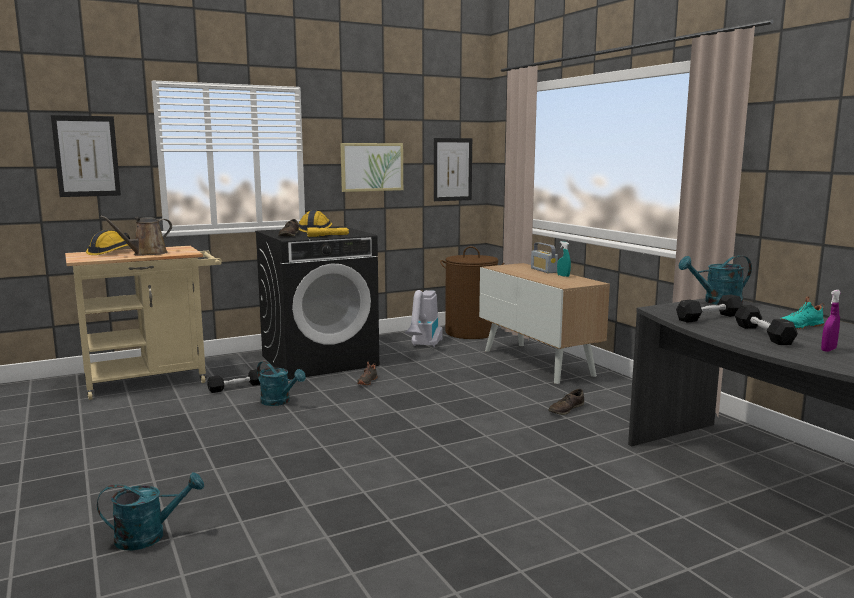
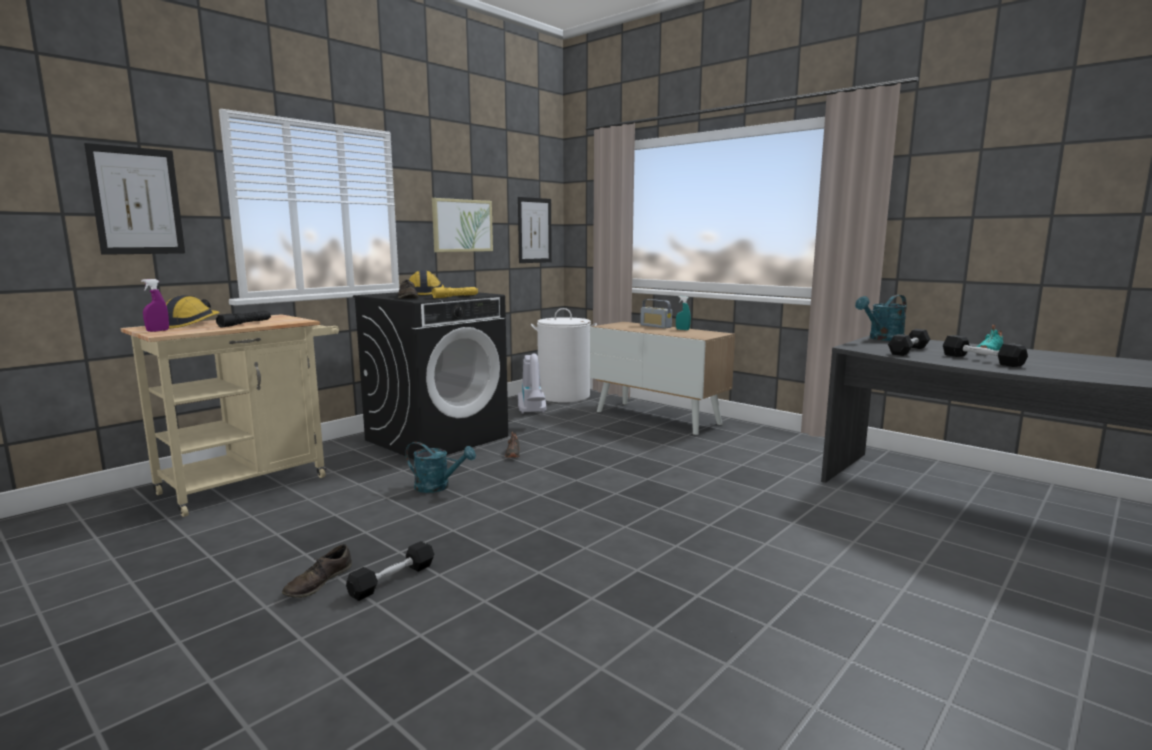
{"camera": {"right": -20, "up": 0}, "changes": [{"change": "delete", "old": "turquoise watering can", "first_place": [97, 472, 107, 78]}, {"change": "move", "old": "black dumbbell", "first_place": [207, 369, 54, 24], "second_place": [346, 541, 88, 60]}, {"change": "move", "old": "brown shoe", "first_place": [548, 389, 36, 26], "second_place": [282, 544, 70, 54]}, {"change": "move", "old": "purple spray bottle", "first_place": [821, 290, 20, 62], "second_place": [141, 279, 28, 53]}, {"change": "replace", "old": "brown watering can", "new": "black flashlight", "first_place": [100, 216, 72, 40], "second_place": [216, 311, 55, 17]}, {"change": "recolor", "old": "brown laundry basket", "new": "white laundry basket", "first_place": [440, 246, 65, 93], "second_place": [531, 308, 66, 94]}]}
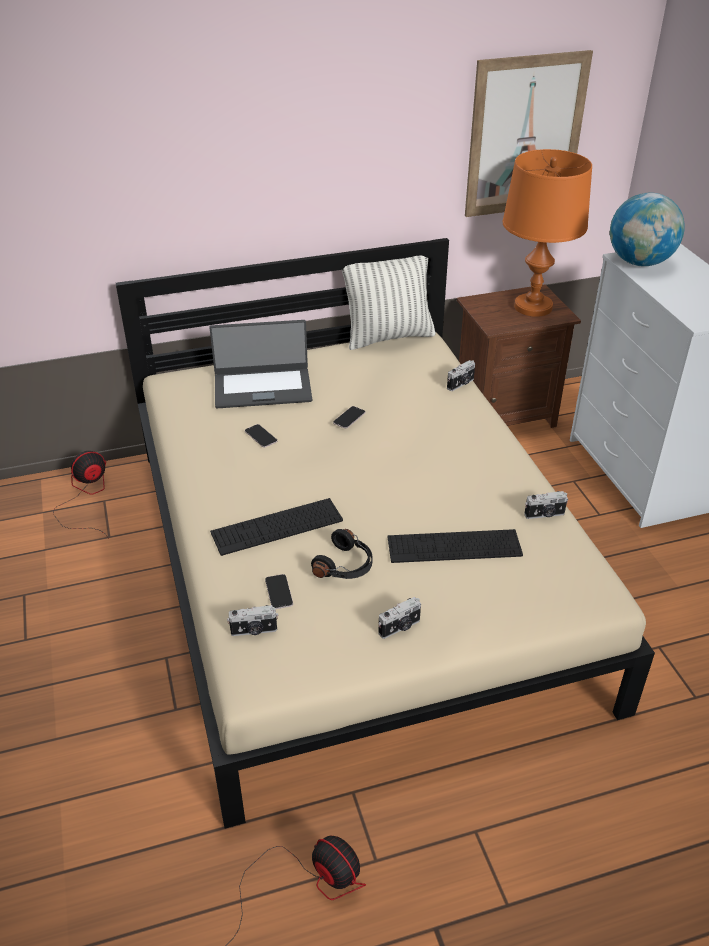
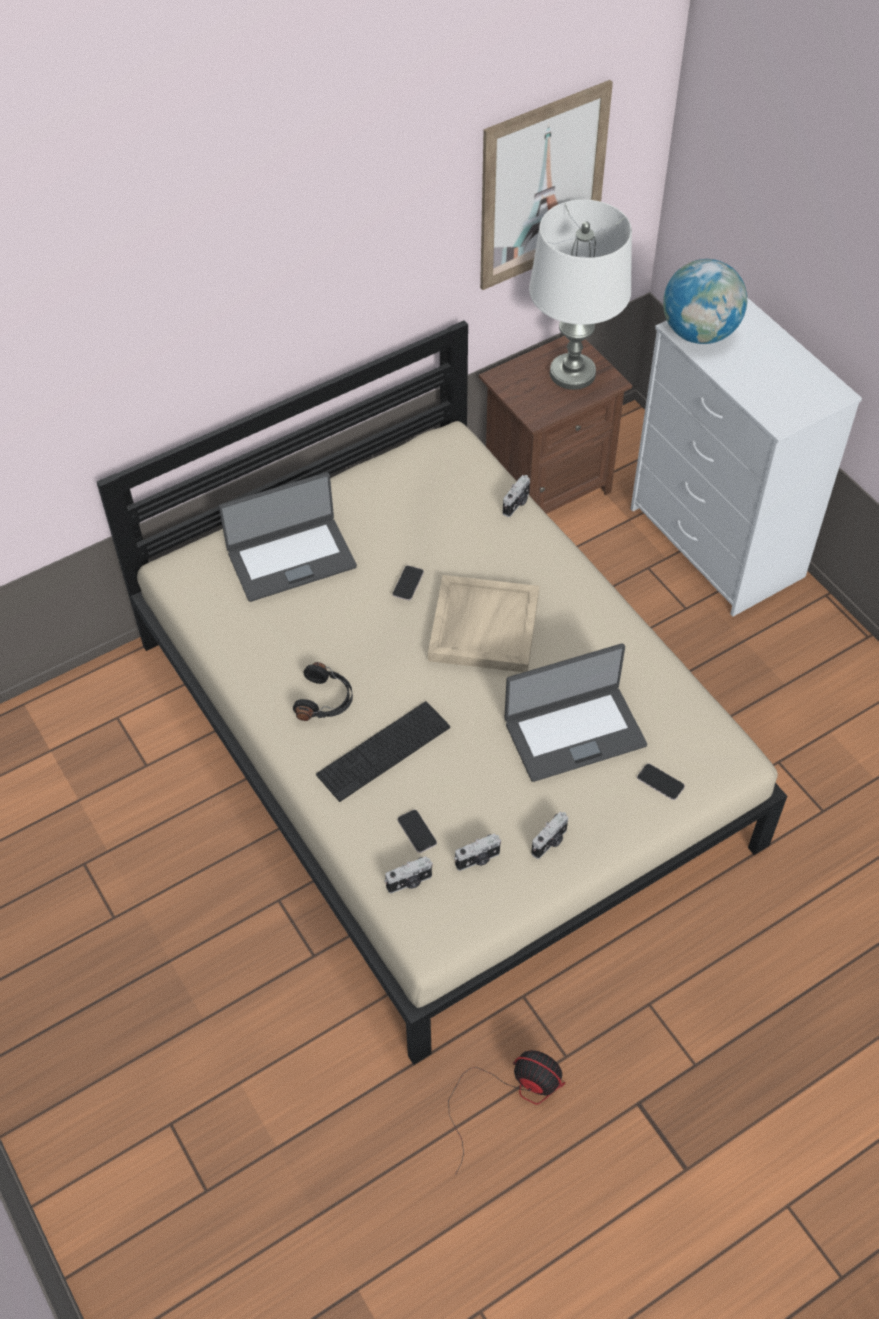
{"camera": {"right": -15, "up": 15}, "changes": [{"change": "delete", "old": "fan", "first_place": [53, 451, 55, 86]}, {"change": "delete", "old": "pillow", "first_place": [342, 256, 94, 94]}, {"change": "insert", "new": "beige tray", "second_place": [428, 575, 111, 97]}, {"change": "move", "old": "phone", "first_place": [245, 424, 32, 23], "second_place": [637, 763, 48, 37]}, {"change": "move", "old": "black headphones", "first_place": [311, 529, 61, 50], "second_place": [293, 662, 60, 59]}, {"change": "move", "old": "photo camera", "first_place": [524, 491, 44, 28], "second_place": [454, 833, 47, 38]}, {"change": "replace", "old": "keyboard", "new": "laptop", "first_place": [388, 529, 135, 34], "second_place": [504, 643, 143, 139]}, {"change": "recolor", "old": "orange table lamp", "new": "white table lamp", "first_place": [503, 149, 89, 168], "second_place": [529, 199, 103, 191]}]}
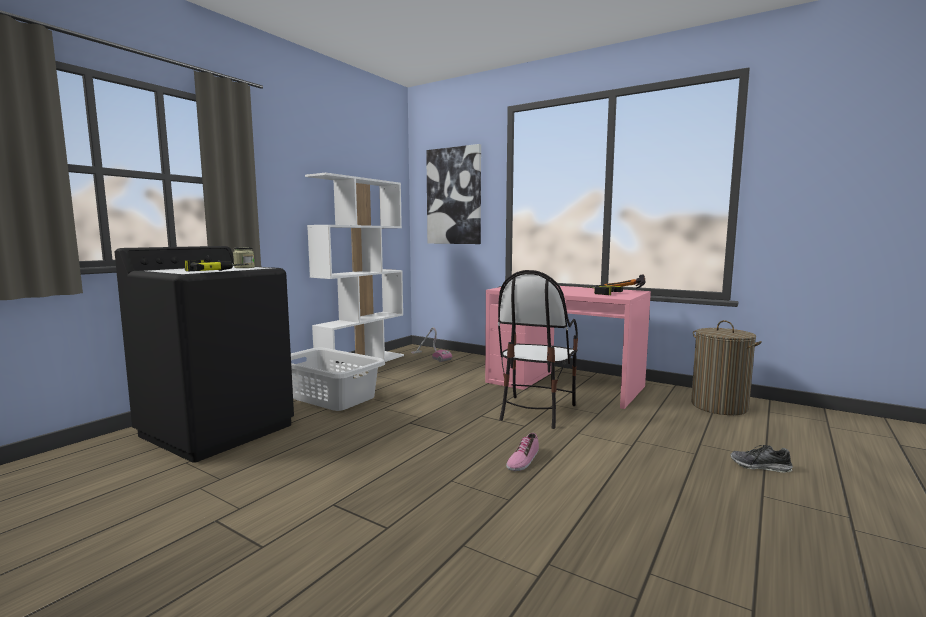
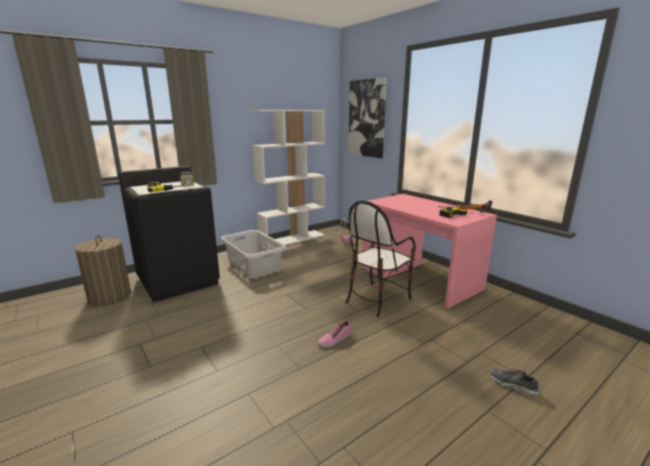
{"camera": {"right": 20, "up": 10}, "changes": [{"change": "move", "old": "laundry basket", "first_place": [691, 320, 71, 95], "second_place": [75, 235, 56, 71]}]}
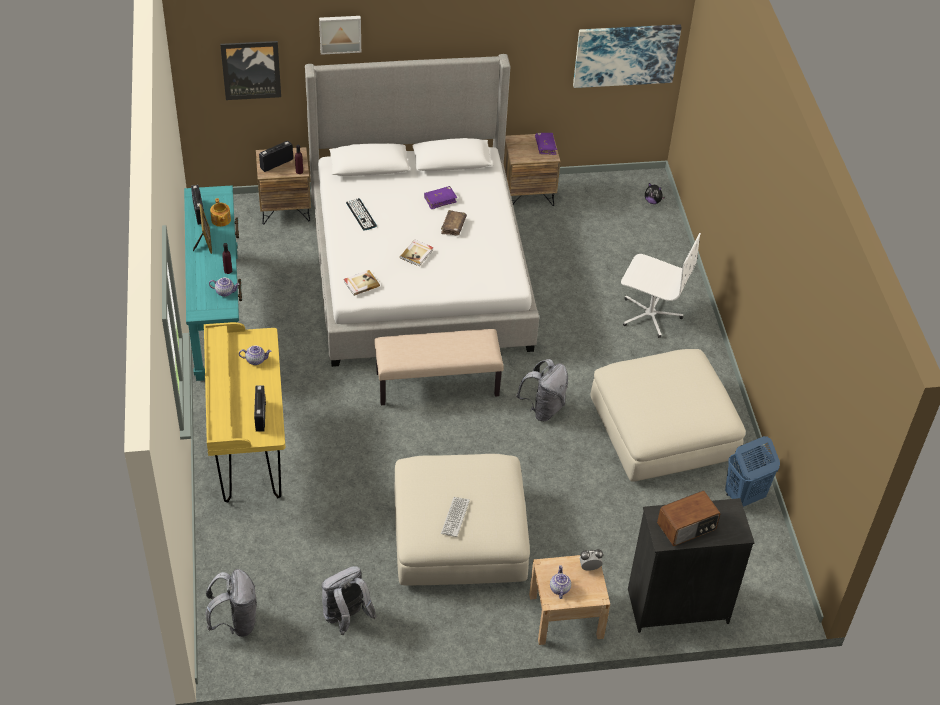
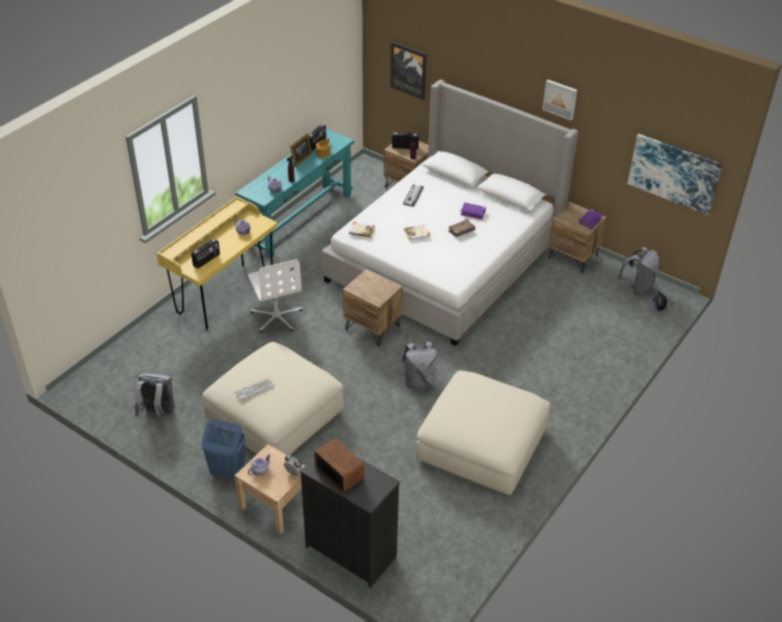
{"camera": {"right": 45, "up": -5}, "changes": [{"change": "move", "old": "grey backpack", "first_place": [206, 569, 51, 68], "second_place": [618, 247, 41, 48]}, {"change": "move", "old": "picture", "first_place": [319, 16, 42, 39], "second_place": [542, 80, 35, 40]}, {"change": "move", "old": "white office chair", "first_place": [621, 233, 80, 105], "second_place": [248, 259, 55, 74]}, {"change": "move", "old": "blue laundry basket", "first_place": [725, 436, 55, 71], "second_place": [201, 419, 45, 61]}, {"change": "replace", "old": "beige bench", "new": "brown nightstand", "first_place": [374, 329, 130, 76], "second_place": [343, 269, 60, 77]}, {"change": "rotate", "old": "radio", "first_place": [657, 491, 64, 55], "second_place": [314, 438, 50, 55], "degrees": -150}]}
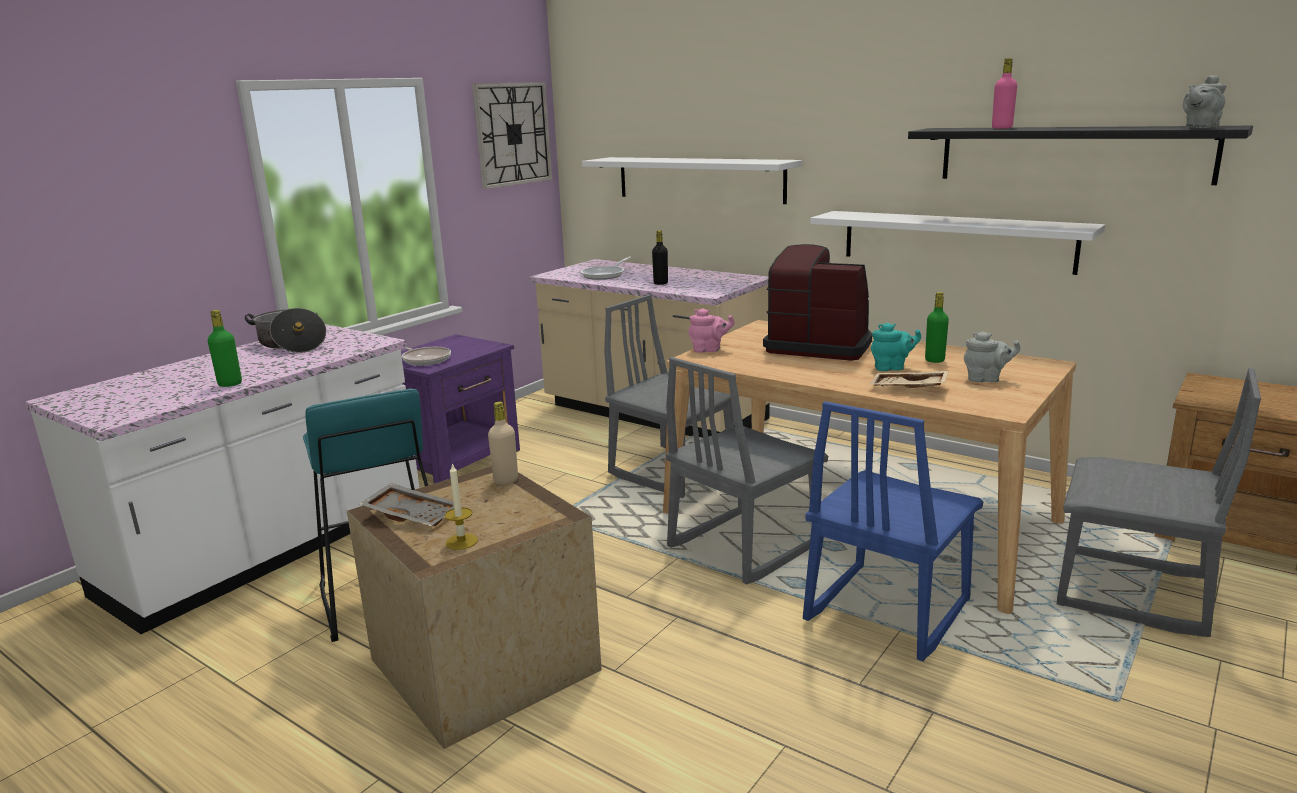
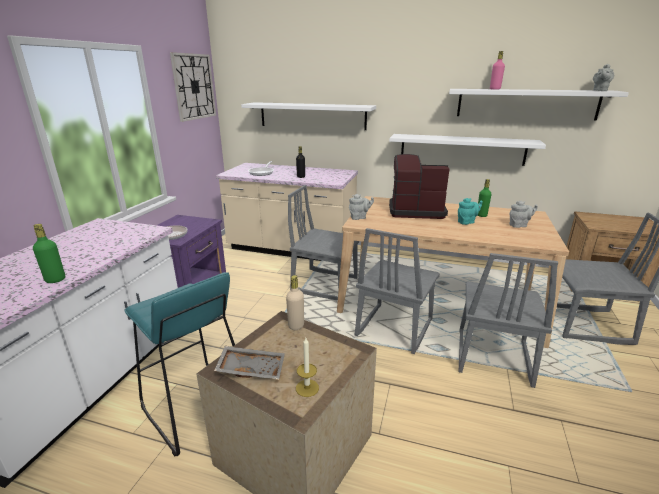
{"camera": {"right": -20, "up": 5}, "changes": [{"change": "delete", "old": "cooking pot", "first_place": [245, 308, 81, 45]}, {"change": "delete", "old": "beige tray", "first_place": [870, 371, 79, 17]}, {"change": "recolor", "old": "pink teapot", "new": "grey teapot", "first_place": [688, 308, 47, 45], "second_place": [349, 194, 25, 26]}, {"change": "recolor", "old": "blue chair", "new": "grey chair", "first_place": [803, 401, 181, 261], "second_place": [458, 253, 100, 135]}, {"change": "recolor", "old": "black shelf", "new": "white shelf", "first_place": [908, 126, 345, 59], "second_place": [449, 89, 180, 31]}]}
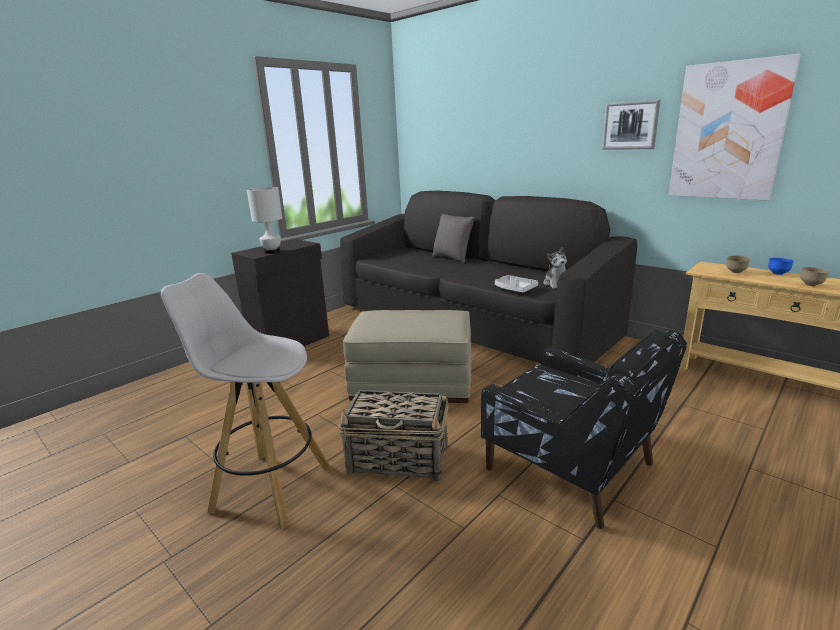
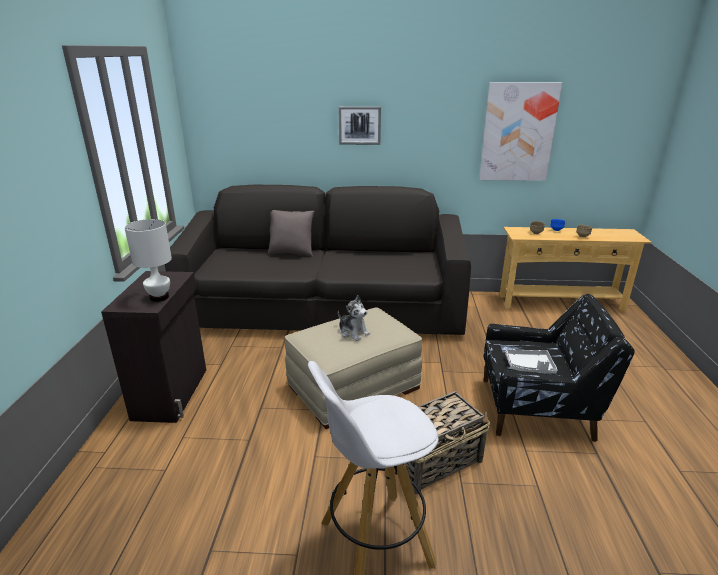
{"camera": {"right": -40, "up": 5}, "changes": [{"change": "move", "old": "grey tray", "first_place": [495, 275, 43, 18], "second_place": [505, 349, 52, 25]}, {"change": "move", "old": "plush toy", "first_place": [544, 247, 23, 42], "second_place": [338, 296, 32, 45]}, {"change": "move", "old": "picture", "first_place": [602, 100, 58, 50], "second_place": [339, 106, 42, 39]}]}
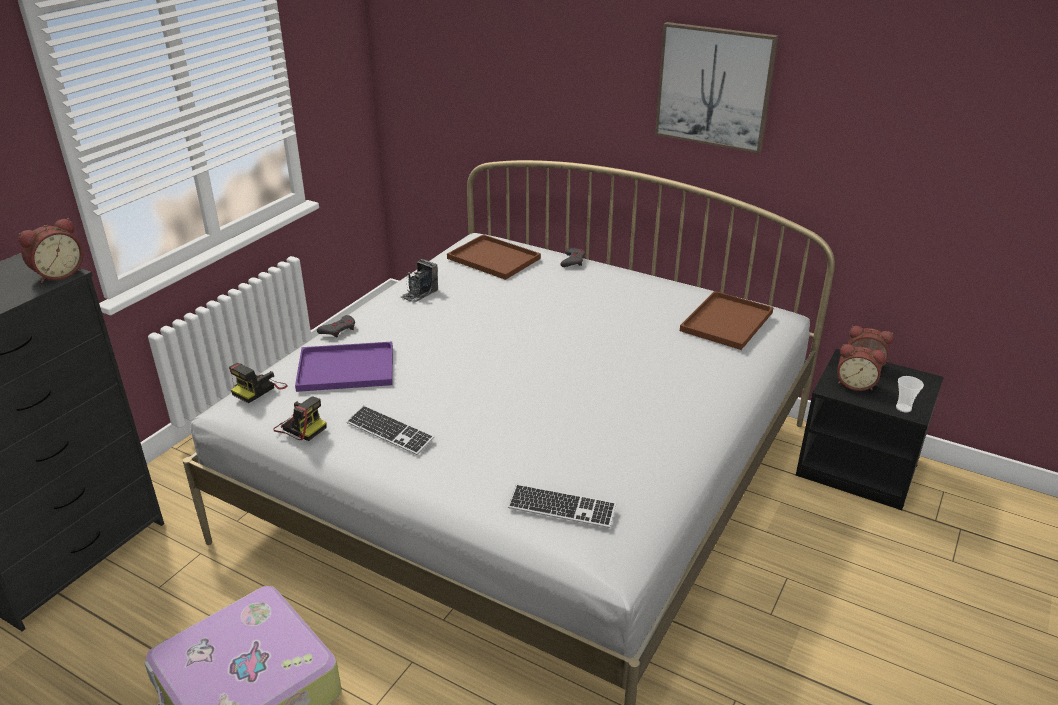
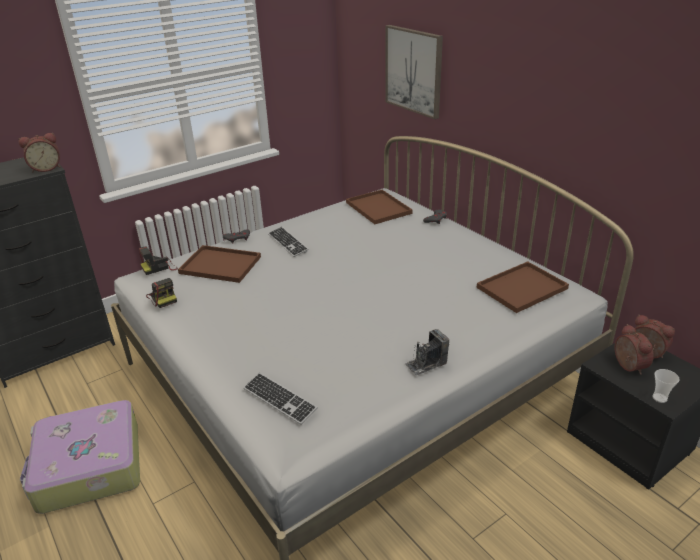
{"camera": {"right": 25, "up": 0}, "changes": [{"change": "move", "old": "keyboard", "first_place": [347, 405, 87, 50], "second_place": [268, 227, 41, 30]}, {"change": "move", "old": "photo camera", "first_place": [400, 259, 38, 44], "second_place": [405, 329, 44, 46]}, {"change": "move", "old": "picture", "first_place": [655, 22, 123, 132], "second_place": [385, 25, 58, 94]}, {"change": "recolor", "old": "purple tray", "new": "brown tray", "first_place": [295, 342, 98, 50], "second_place": [178, 245, 83, 38]}, {"change": "rotate", "old": "alarm clock", "first_place": [837, 344, 49, 47], "second_place": [614, 324, 40, 51], "degrees": -150}]}
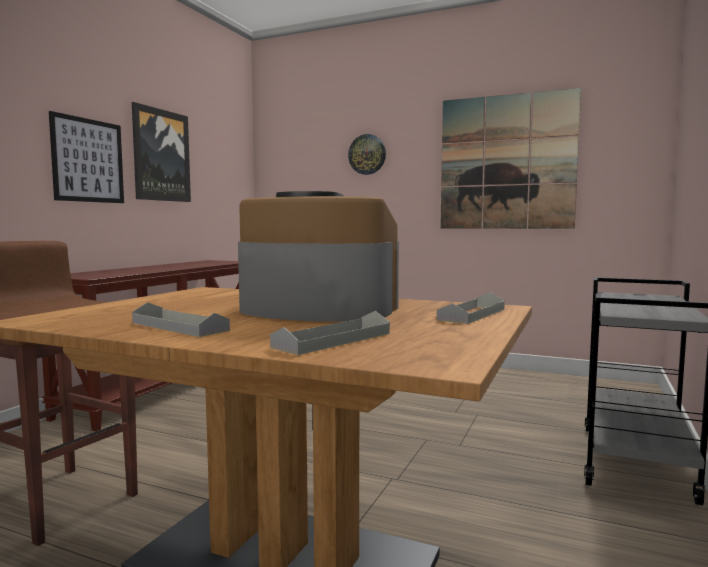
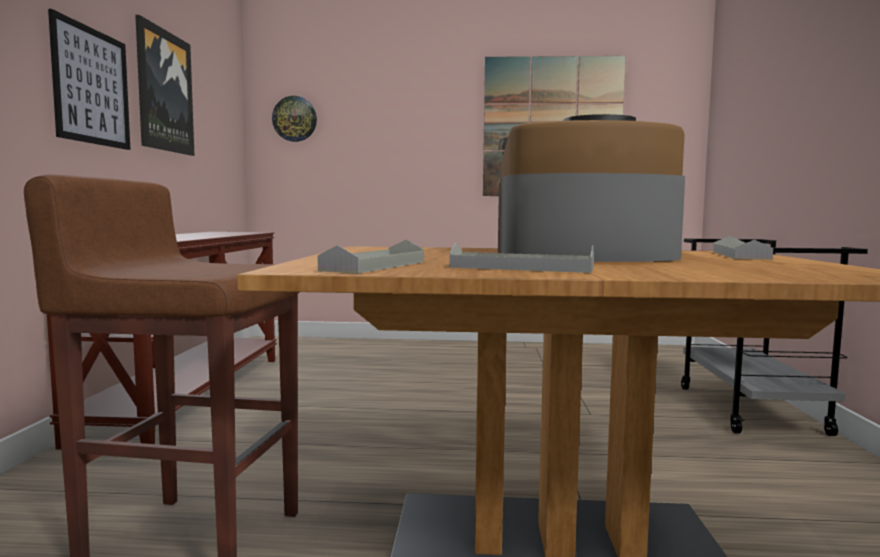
{"camera": {"right": -20, "up": 0}, "changes": [{"change": "move", "old": "grey tray", "first_place": [270, 311, 120, 44], "second_place": [318, 240, 106, 33]}, {"change": "move", "old": "wall clock", "first_place": [348, 134, 38, 41], "second_place": [272, 96, 45, 46]}]}
